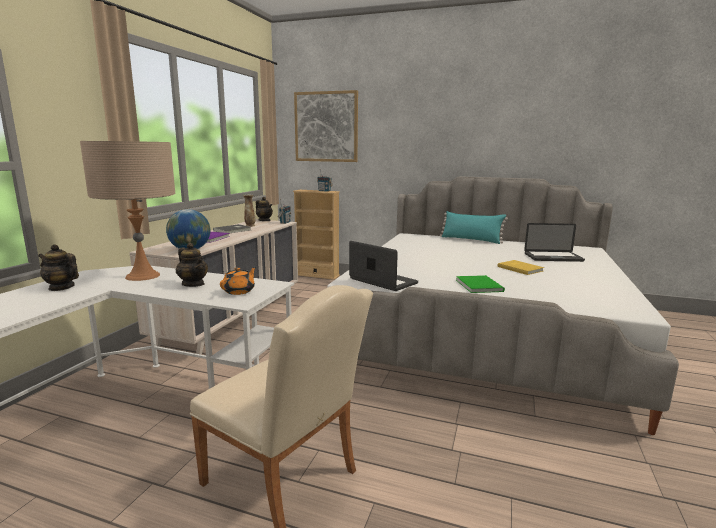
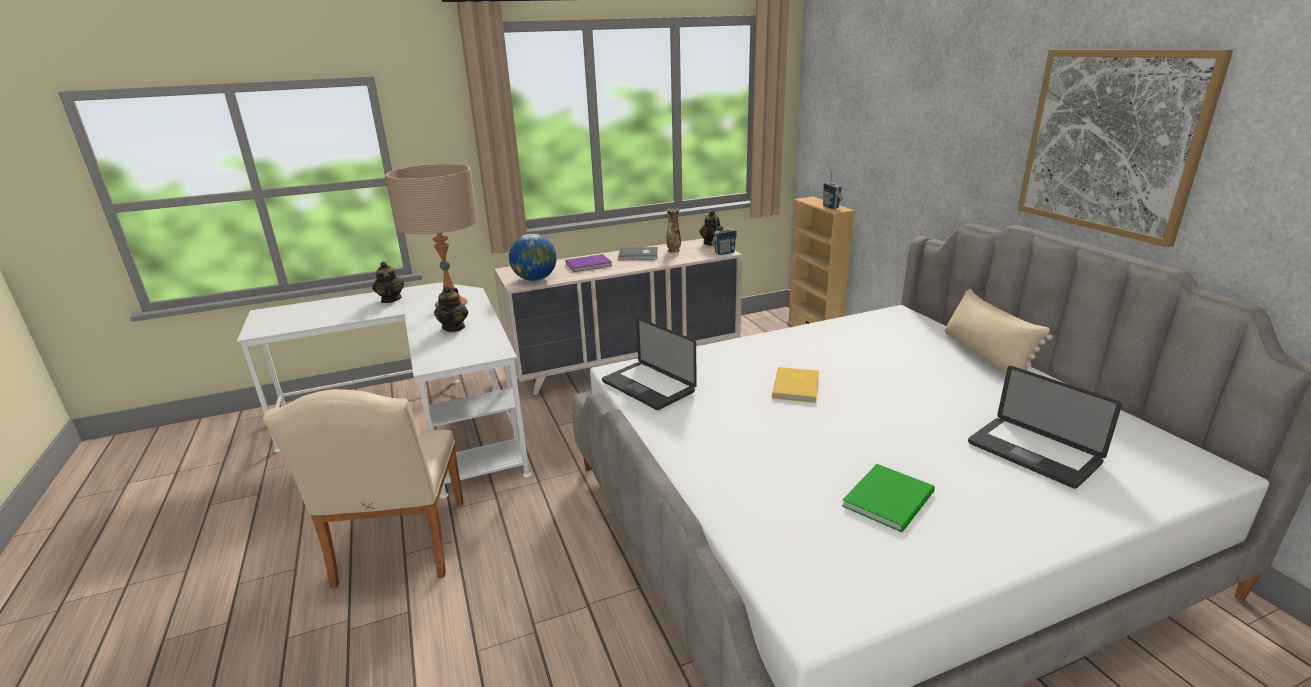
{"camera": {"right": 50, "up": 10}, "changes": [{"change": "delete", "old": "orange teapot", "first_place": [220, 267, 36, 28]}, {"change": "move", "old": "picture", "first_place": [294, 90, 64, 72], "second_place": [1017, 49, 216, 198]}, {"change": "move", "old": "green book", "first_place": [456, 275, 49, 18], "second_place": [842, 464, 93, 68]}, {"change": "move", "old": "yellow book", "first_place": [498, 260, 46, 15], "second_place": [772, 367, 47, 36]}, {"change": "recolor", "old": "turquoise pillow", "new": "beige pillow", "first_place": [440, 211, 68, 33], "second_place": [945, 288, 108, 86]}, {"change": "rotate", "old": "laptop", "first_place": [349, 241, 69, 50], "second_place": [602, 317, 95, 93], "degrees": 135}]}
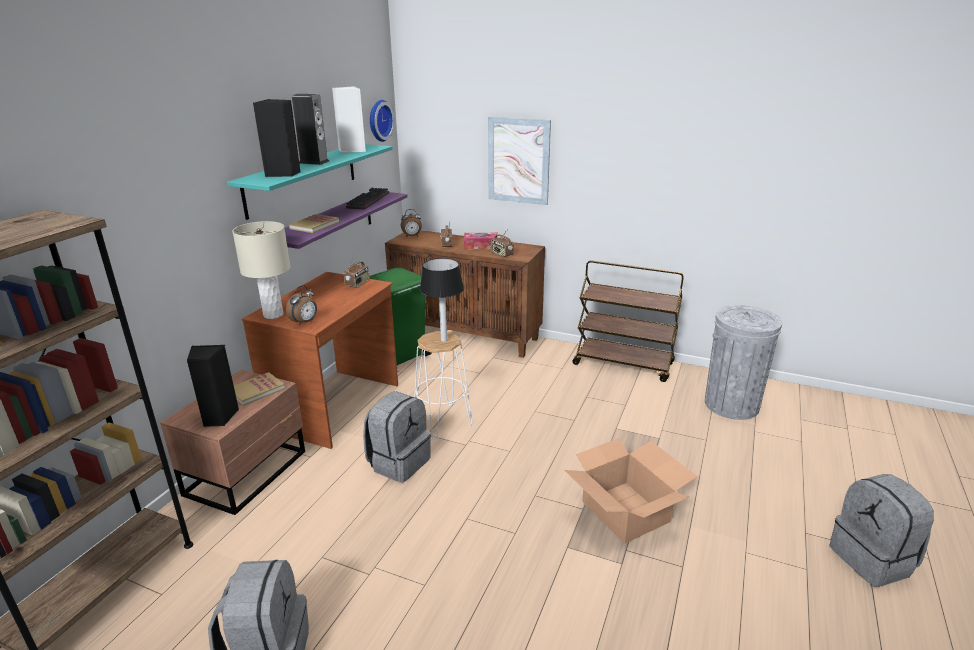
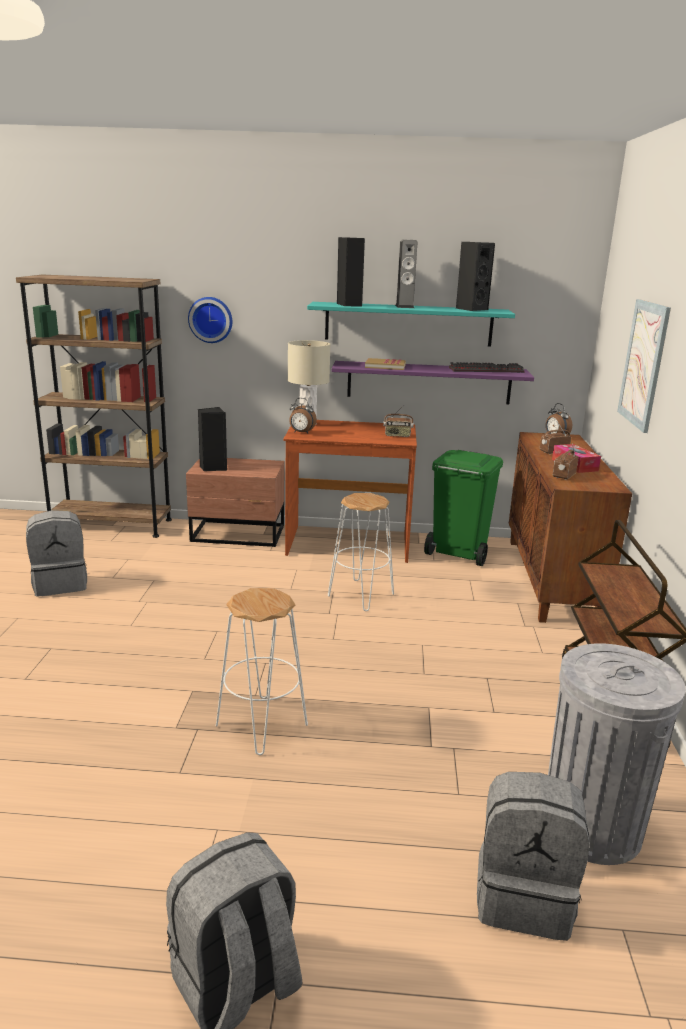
{"camera": {"right": 70, "up": -5}, "changes": [{"change": "delete", "old": "book", "first_place": [234, 372, 51, 34]}, {"change": "delete", "old": "table lamp", "first_place": [420, 258, 44, 84]}, {"change": "move", "old": "grey backpack", "first_place": [363, 391, 68, 92], "second_place": [477, 772, 113, 169]}, {"change": "move", "old": "wall clock", "first_place": [370, 100, 25, 42], "second_place": [188, 297, 44, 46]}, {"change": "replace", "old": "cardboard box", "new": "white stool", "first_place": [564, 438, 134, 106], "second_place": [216, 588, 92, 167]}, {"change": "recolor", "old": "white speaker", "new": "black speaker", "first_place": [332, 86, 34, 67], "second_place": [456, 242, 39, 69]}]}
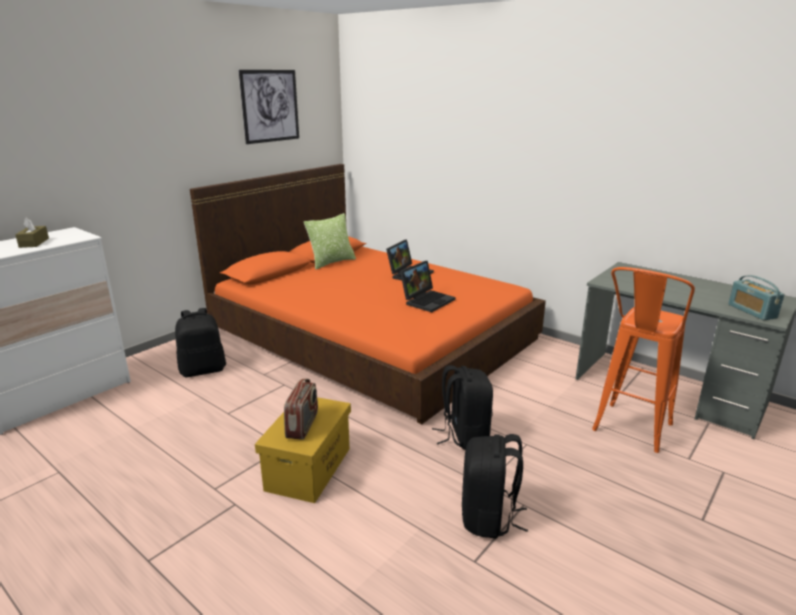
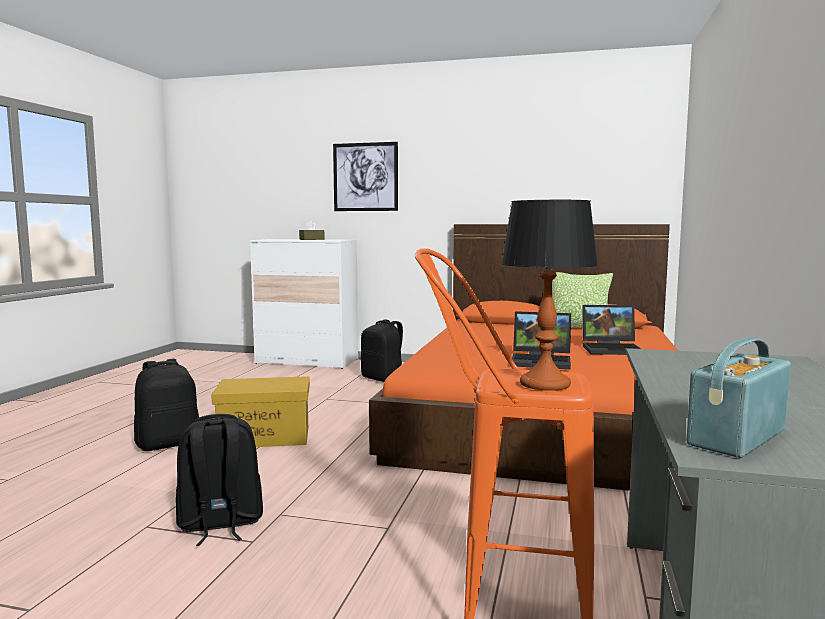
{"camera": {"right": 65, "up": -15}, "changes": [{"change": "delete", "old": "radio", "first_place": [284, 379, 34, 61]}, {"change": "insert", "new": "table lamp", "second_place": [501, 200, 97, 191]}, {"change": "move", "old": "picture", "first_place": [239, 70, 60, 74], "second_place": [333, 142, 65, 69]}, {"change": "move", "old": "black backpack", "first_place": [432, 365, 61, 85], "second_place": [134, 359, 65, 92]}]}
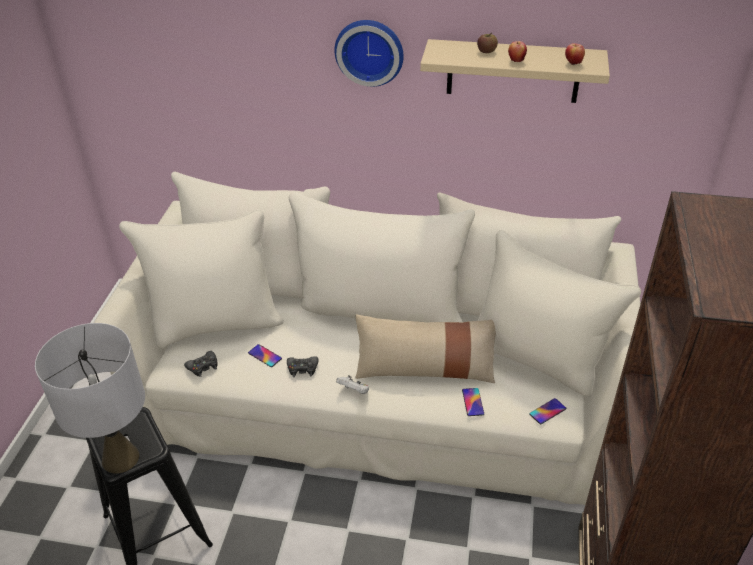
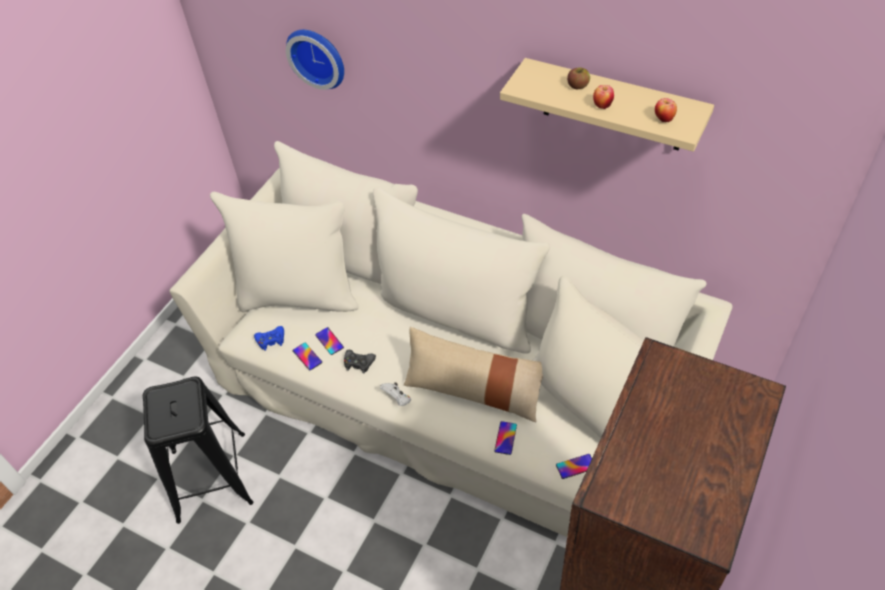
{"camera": {"right": 20, "up": 10}, "changes": [{"change": "delete", "old": "grey table lamp", "first_place": [35, 323, 110, 151]}, {"change": "insert", "new": "phone", "second_place": [293, 343, 29, 28]}, {"change": "move", "old": "wall clock", "first_place": [334, 20, 70, 67], "second_place": [286, 30, 58, 60]}, {"change": "recolor", "old": "black game controller", "new": "blue game controller", "first_place": [184, 351, 34, 26], "second_place": [254, 326, 30, 25]}]}
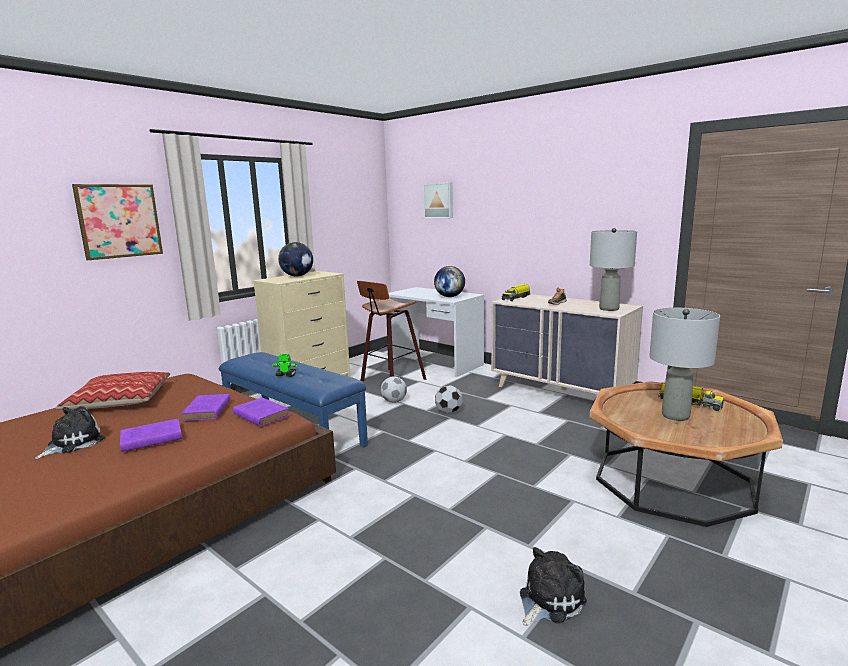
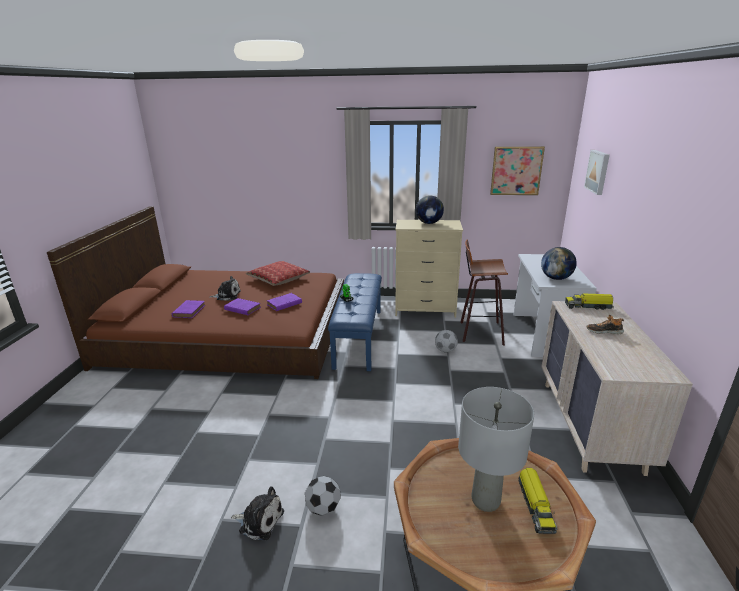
{"camera": {"right": 55, "up": 10}, "changes": [{"change": "delete", "old": "grey table lamp", "first_place": [590, 228, 47, 83]}, {"change": "move", "old": "picture", "first_place": [72, 184, 91, 76], "second_place": [490, 146, 55, 49]}, {"change": "move", "old": "purple book", "first_place": [233, 398, 57, 29], "second_place": [172, 300, 33, 18]}, {"change": "move", "old": "football", "first_place": [435, 385, 27, 28], "second_place": [305, 476, 36, 40]}]}
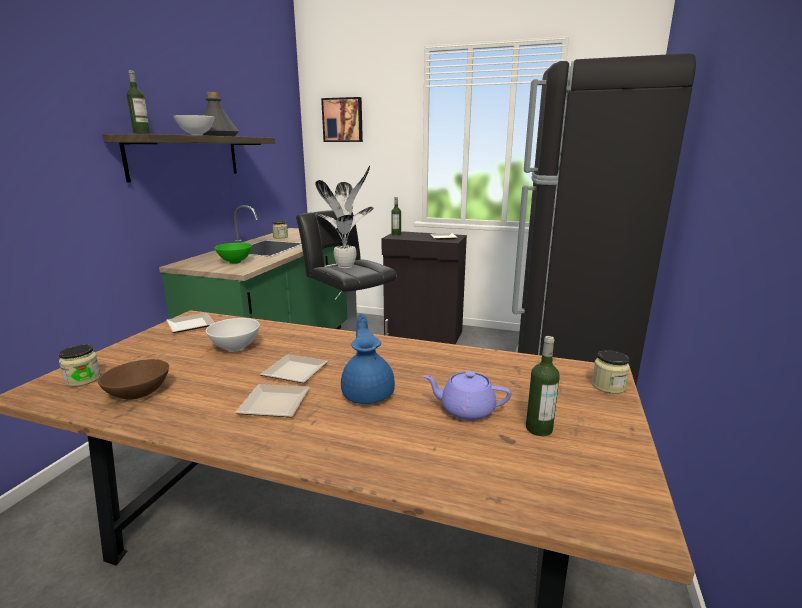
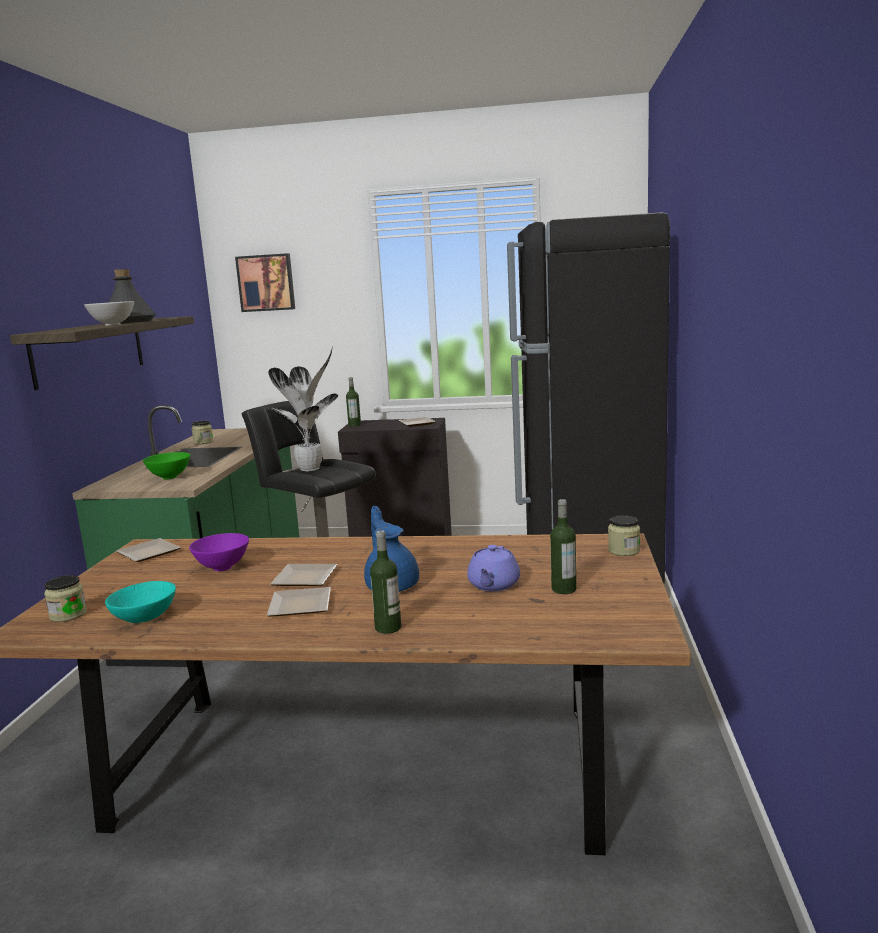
{"camera": {"right": -10, "up": -5}, "changes": [{"change": "move", "old": "bottle", "first_place": [127, 70, 23, 64], "second_place": [370, 530, 31, 104]}, {"change": "recolor", "old": "brown bowl", "new": "turquoise bowl", "first_place": [98, 359, 71, 41], "second_place": [105, 581, 71, 42]}, {"change": "recolor", "old": "white bowl", "new": "purple bowl", "first_place": [206, 318, 54, 34], "second_place": [189, 533, 60, 38]}, {"change": "rotate", "old": "purple teapot", "first_place": [423, 371, 88, 50], "second_place": [467, 545, 53, 47], "degrees": -75}]}
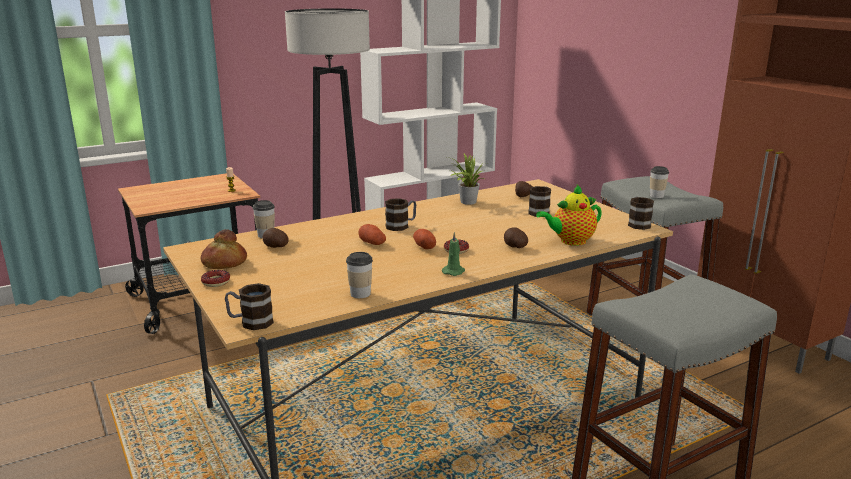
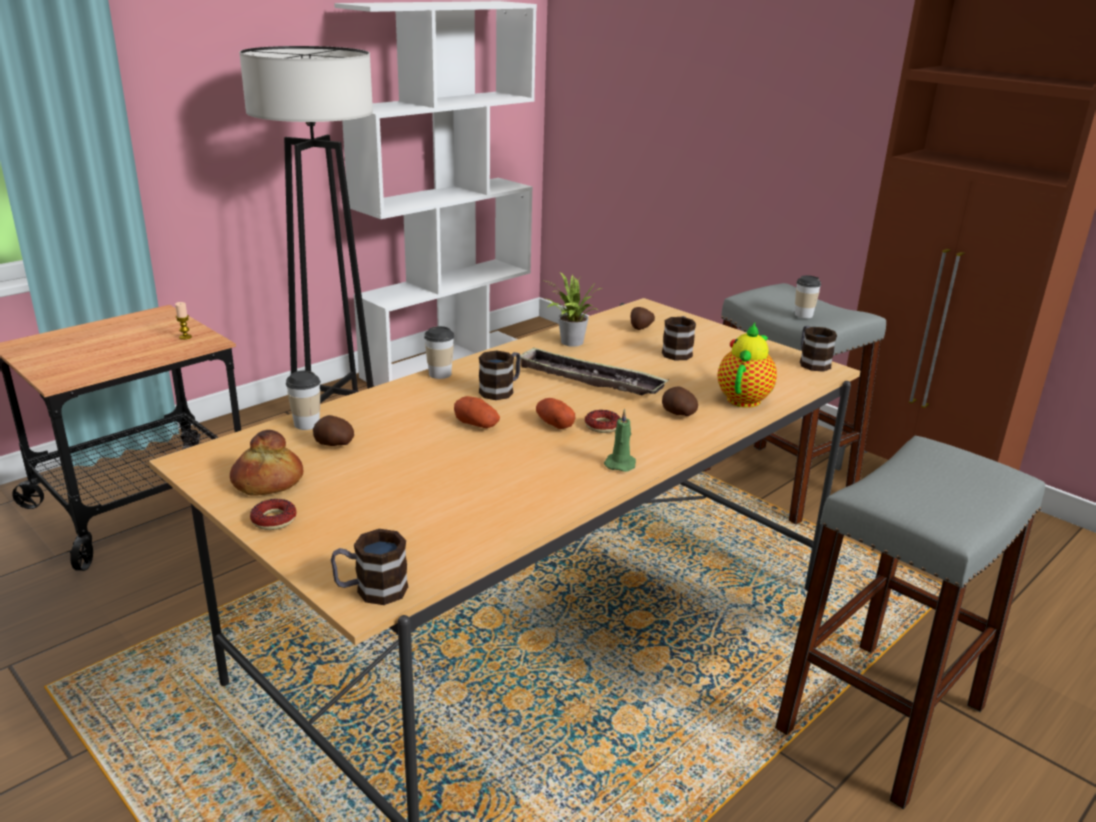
{"camera": {"right": -15, "up": 5}, "changes": [{"change": "insert", "new": "tray", "second_place": [516, 347, 153, 48]}, {"change": "move", "old": "cup", "first_place": [346, 252, 27, 46], "second_place": [424, 326, 30, 53]}, {"change": "rotate", "old": "teapot", "first_place": [536, 185, 66, 61], "second_place": [718, 323, 59, 85], "degrees": 150}]}
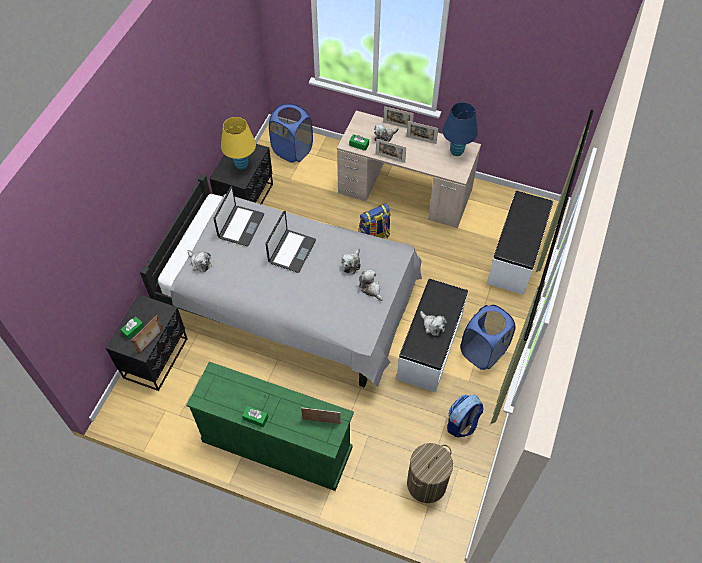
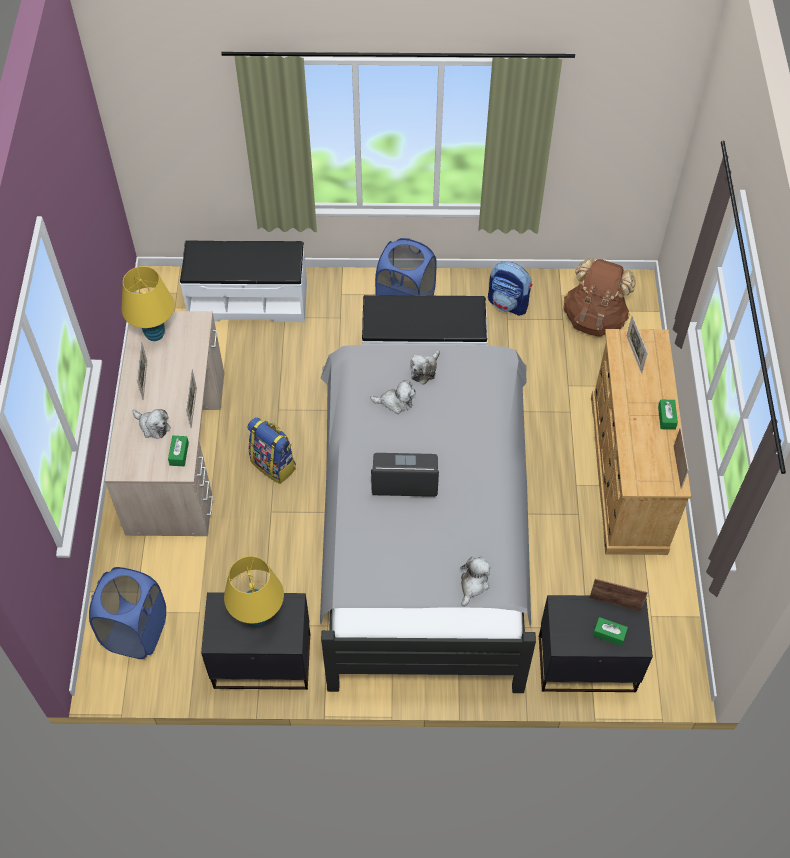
{"camera": {"right": -110, "up": 0}, "changes": [{"change": "delete", "old": "laptop", "first_place": [214, 186, 50, 60]}, {"change": "delete", "old": "plush toy", "first_place": [420, 311, 27, 25]}, {"change": "move", "old": "picture frame", "first_place": [383, 106, 31, 22], "second_place": [673, 427, 16, 62]}, {"change": "replace", "old": "laundry basket", "new": "brown backpack", "first_place": [407, 443, 46, 60], "second_place": [563, 258, 73, 79]}, {"change": "recolor", "old": "green dresser", "new": "beige dresser", "first_place": [186, 362, 168, 129], "second_place": [591, 329, 100, 226]}, {"change": "recolor", "old": "blue table lamp", "new": "yellow table lamp", "first_place": [442, 102, 36, 54], "second_place": [122, 266, 53, 75]}]}
